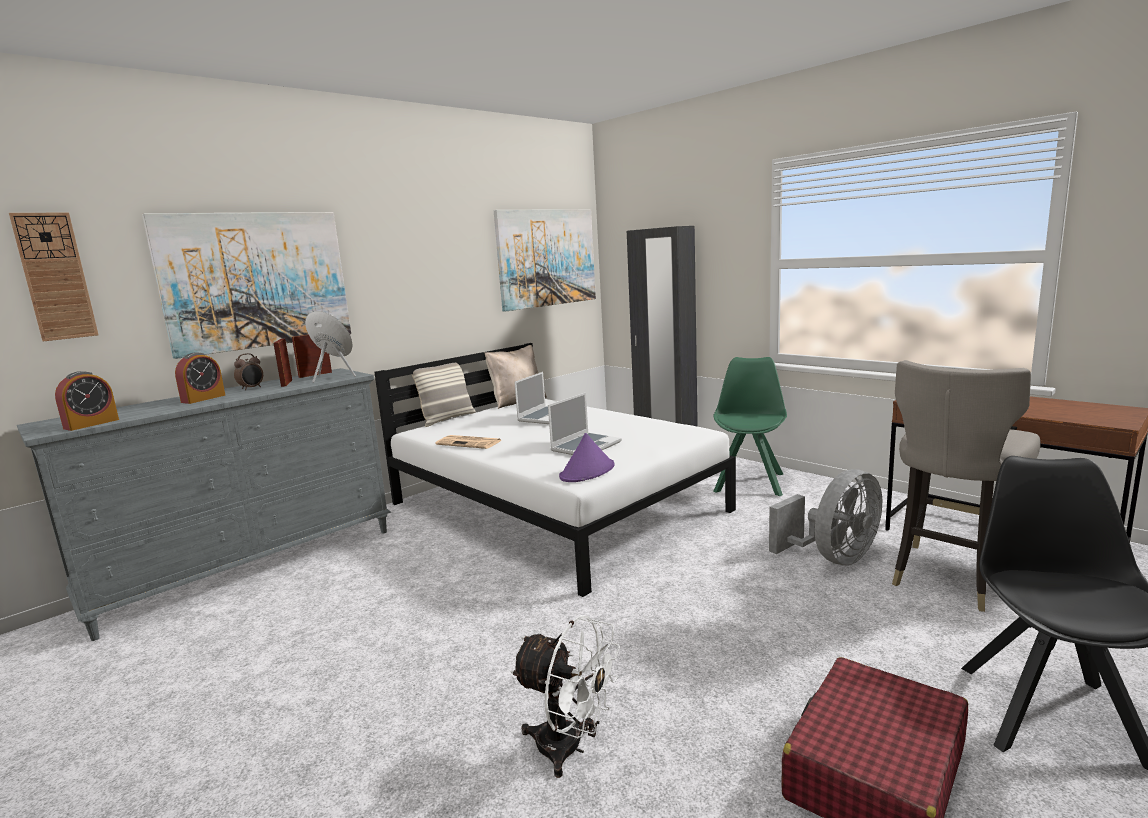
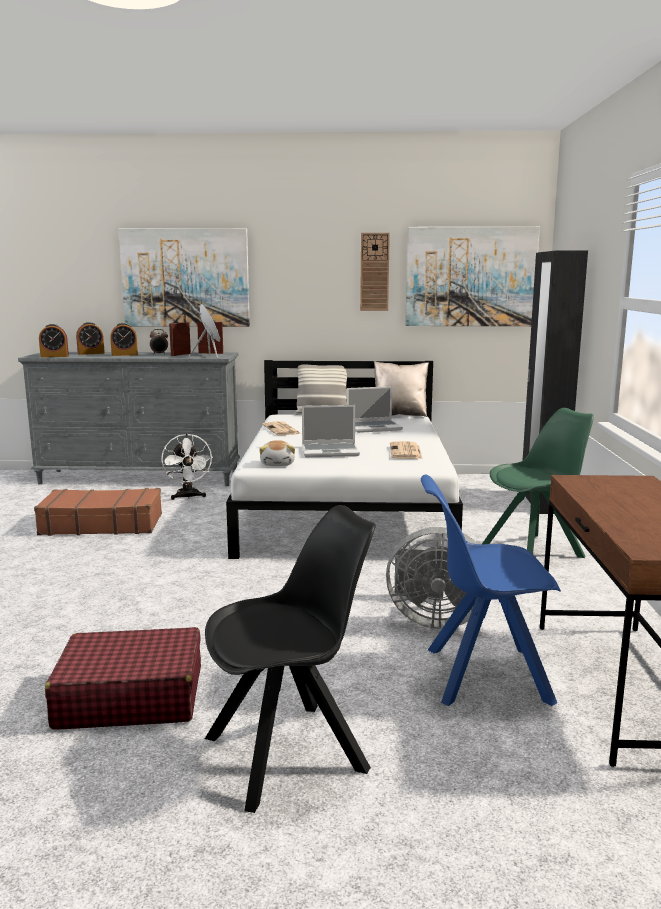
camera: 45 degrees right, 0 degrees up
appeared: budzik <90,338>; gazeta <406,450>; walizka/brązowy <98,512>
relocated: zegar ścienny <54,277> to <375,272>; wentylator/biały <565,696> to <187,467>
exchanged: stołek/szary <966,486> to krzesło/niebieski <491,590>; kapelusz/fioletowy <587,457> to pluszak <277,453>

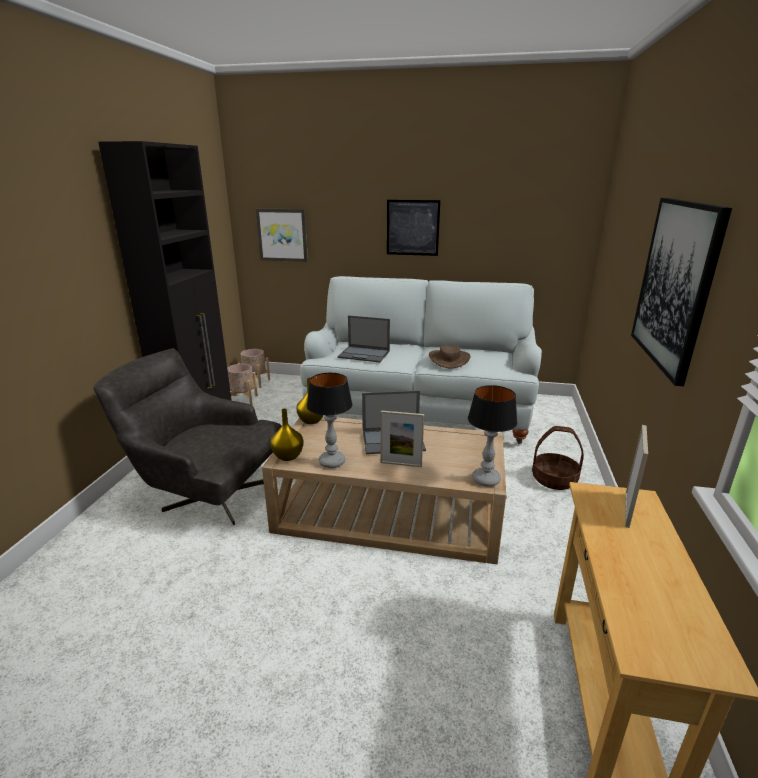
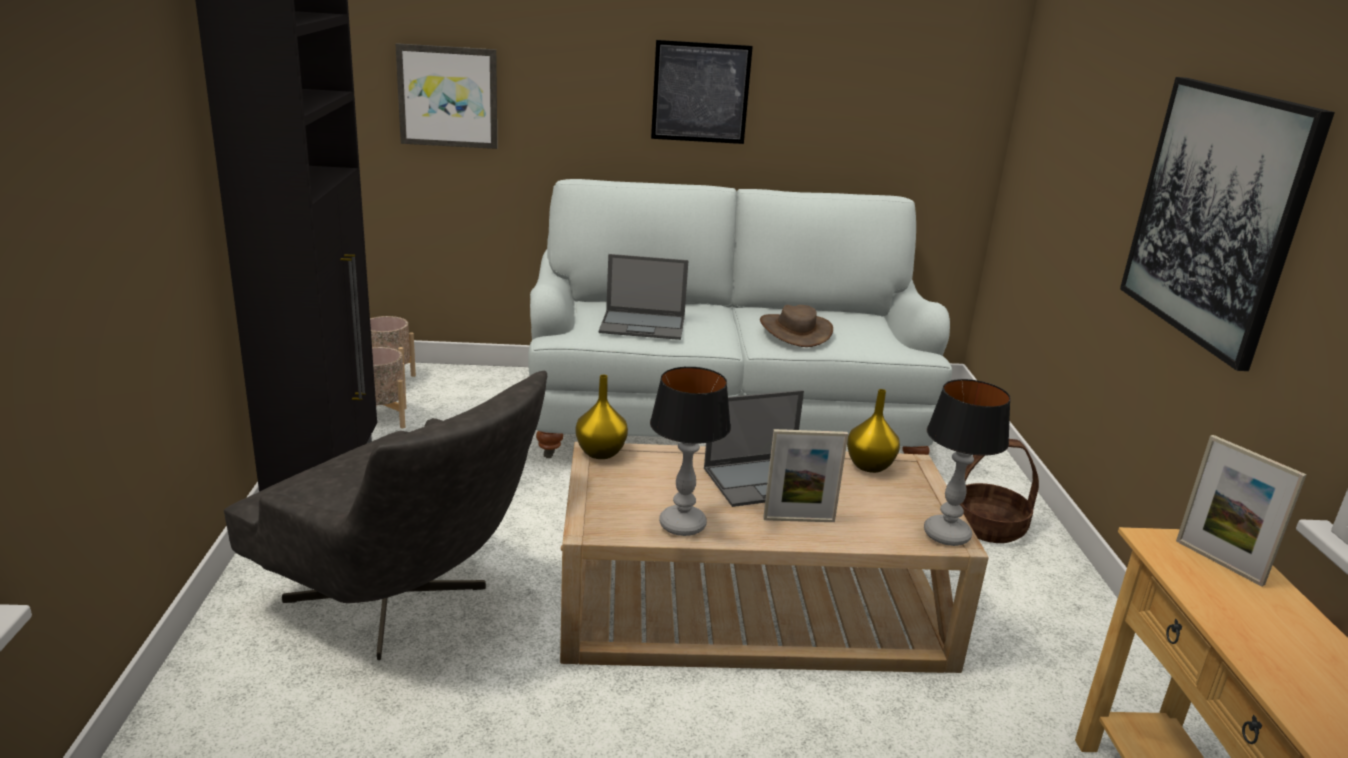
camera: 15 degrees left, 0 degrees up
relocated: wazon/żółty <287,434> to <873,431>
spun: fotel/szary <187,436> = <385,515> 150 degrees counterclockwise; ramka na zdjęcie <636,476> = <1241,510> 135 degrees clockwise

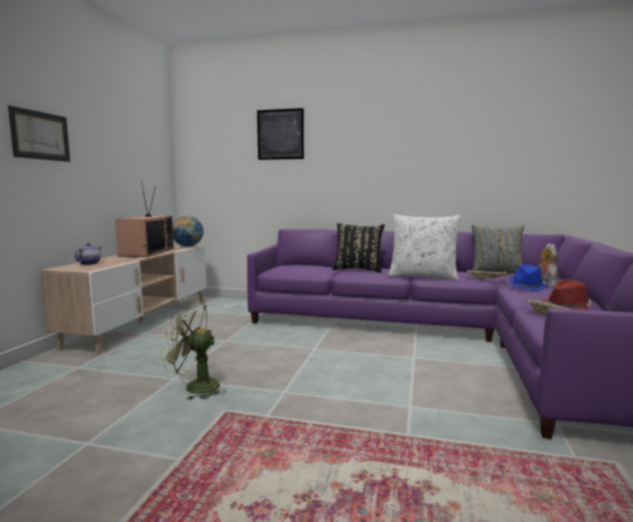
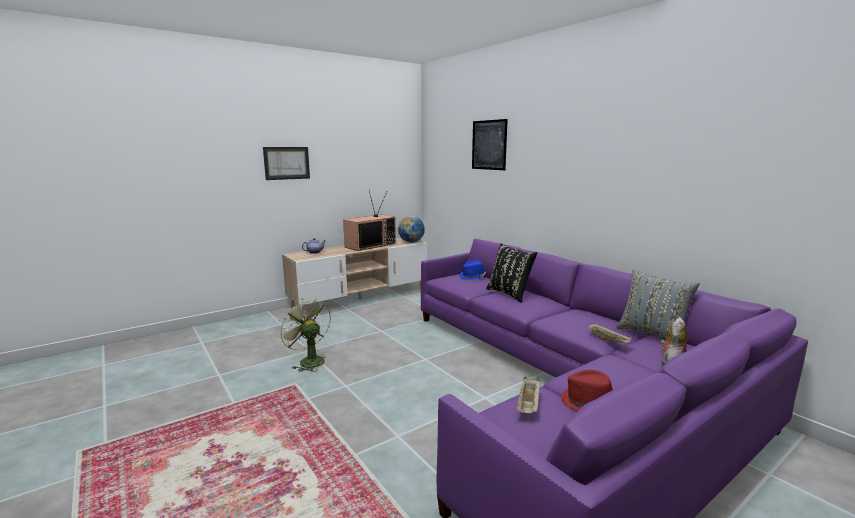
camera: 40 degrees right, 5 degrees up
missing: poduszka/biały <424,247>
relocated: kapelusz/niebieski <528,277> to <472,270>

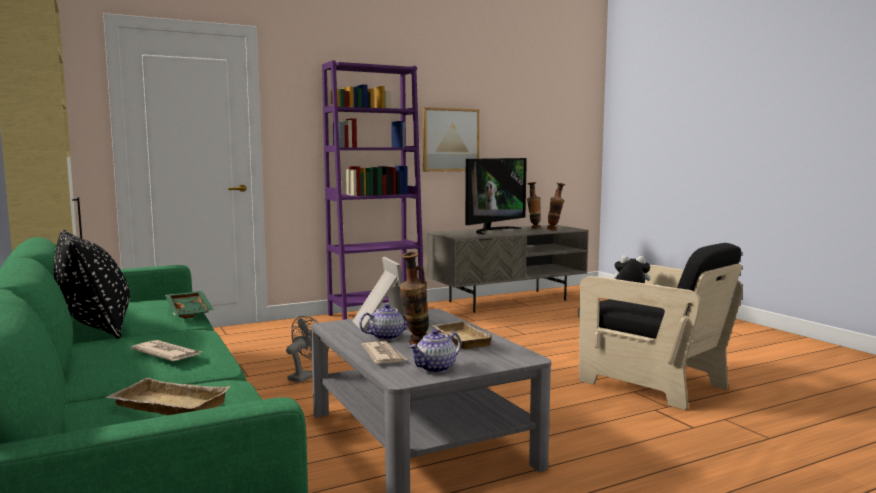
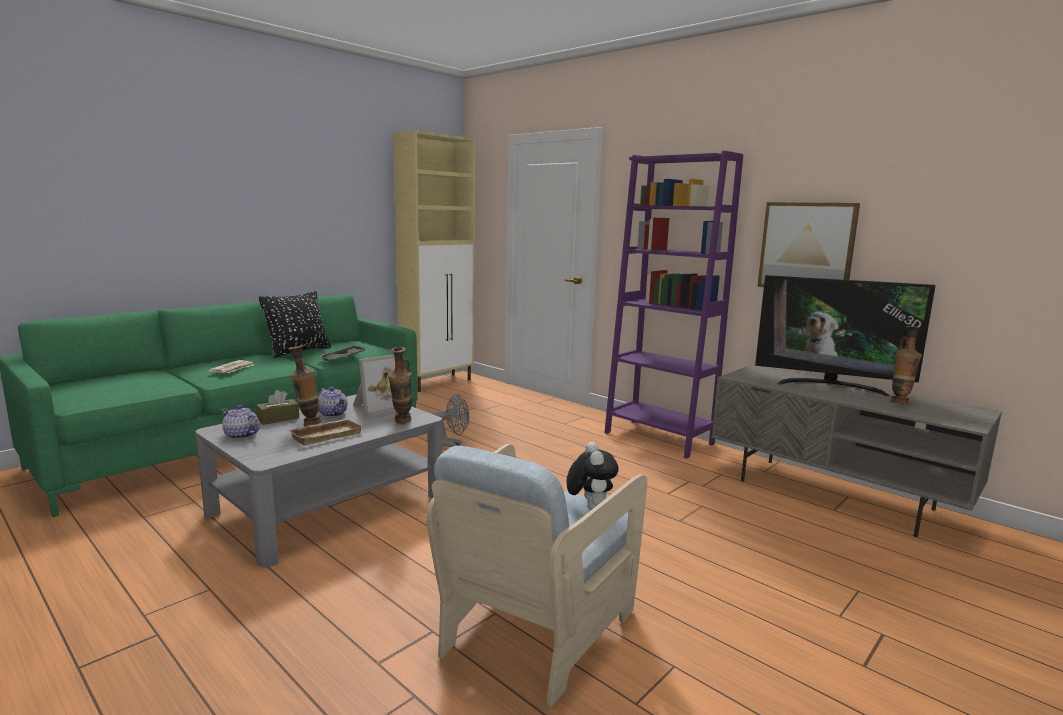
camera: 70 degrees right, 5 degrees up
missing: taca/beżowy <167,396>
relocated: wazon <556,207> to <400,385>
exchanged: gazeta <384,352> to pudełko chusteczek/brązowy <277,407>
colour: fotel/czarny <660,326> to fotel/beżowy <536,575>

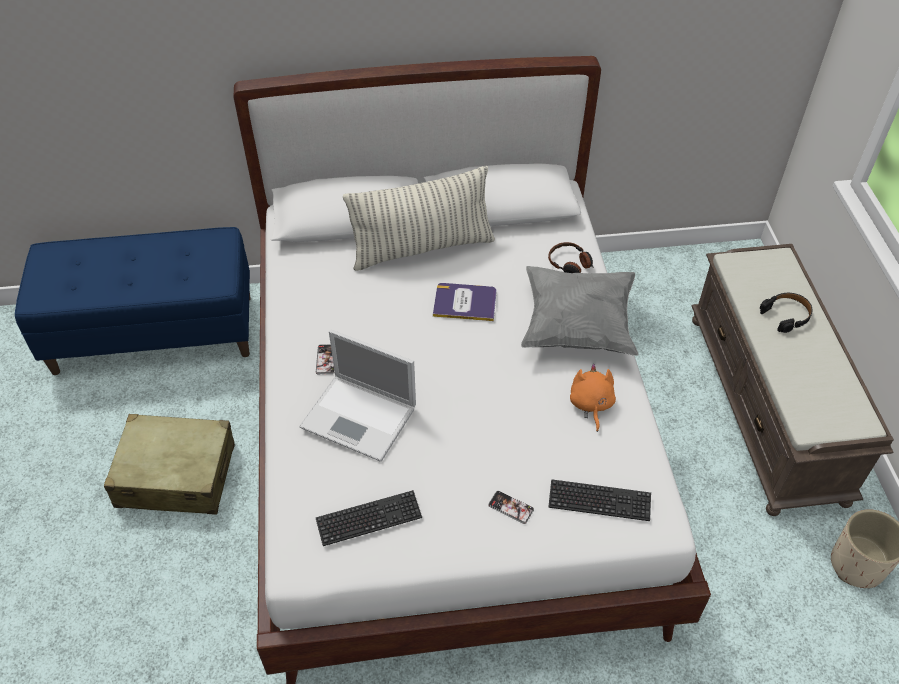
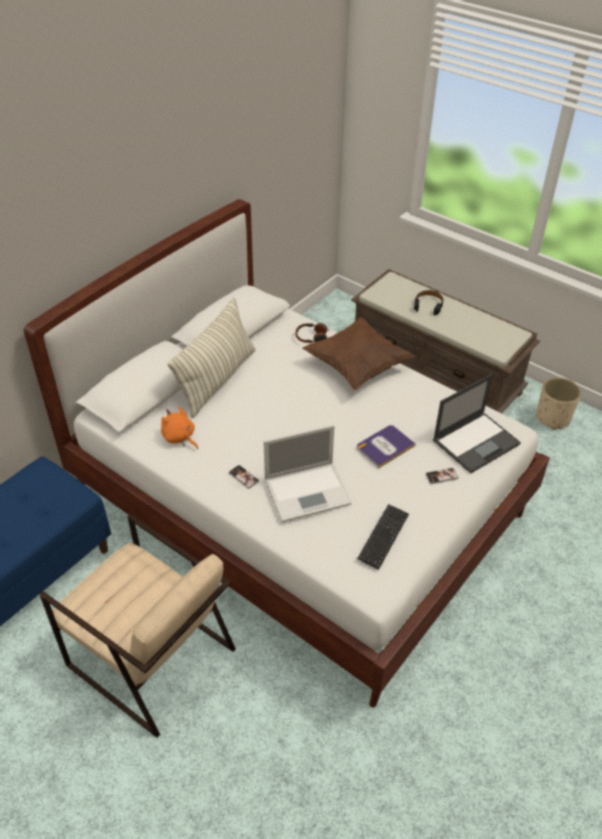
camera: 45 degrees left, 5 degrees down
relocated: książka <465,302> to <386,446>; pluszak/pomarańczowy <593,397> to <179,428>
exchanged: walizka/beżowy <169,464> to fotel/beżowy <137,626>; klawiatura <599,500> to laptop <477,424>
colour: poduszka/szary <579,311> to poduszka/brązowy <359,353>

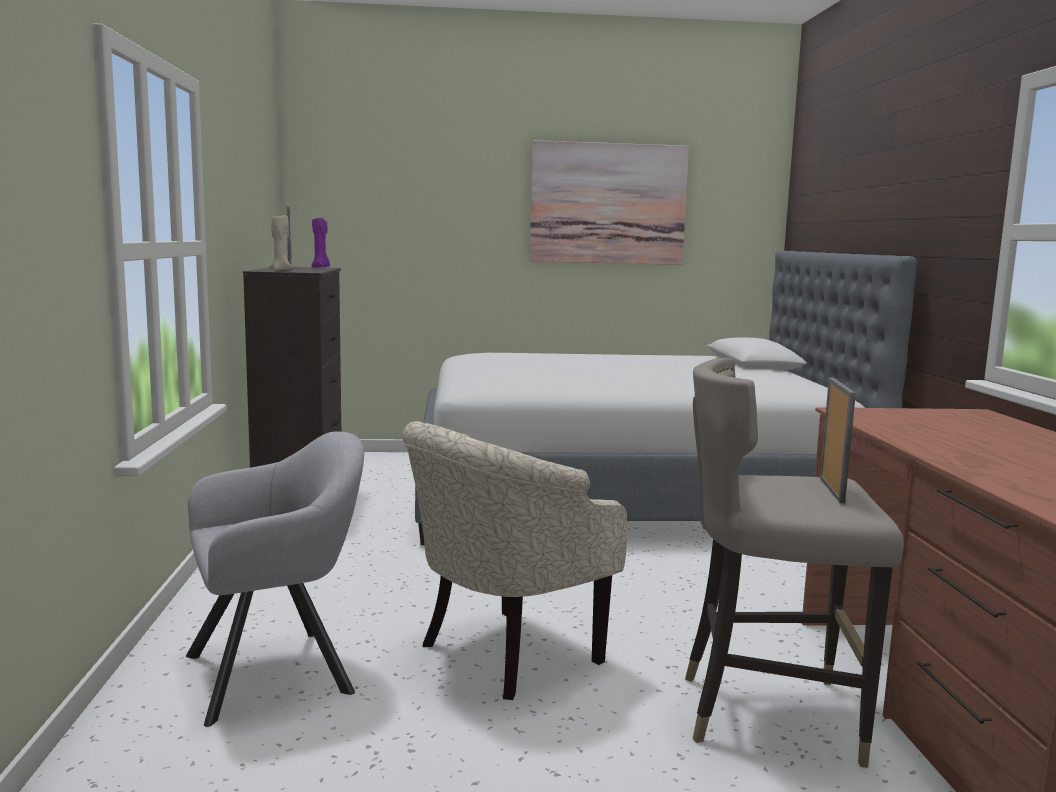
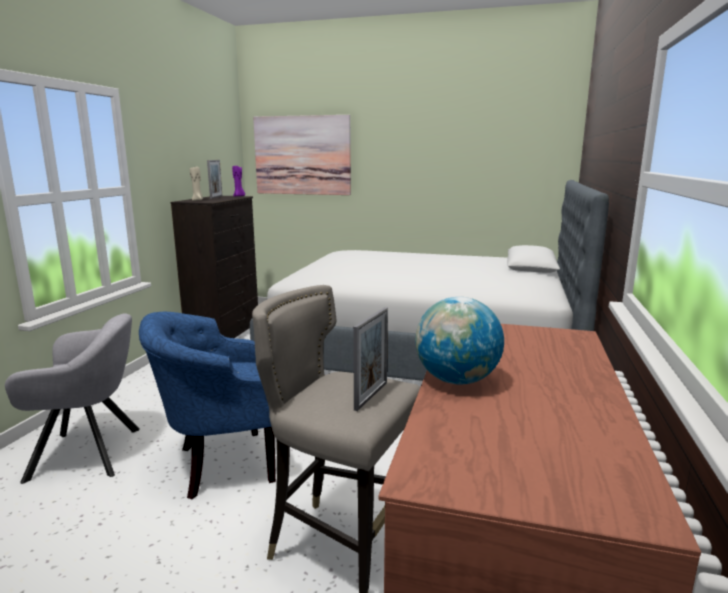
camera: 20 degrees right, 5 degrees up
appeared: globus <459,340>
relocated: obraz <609,202> to <302,155>
colour: fotel/beżowy <514,560> to fotel/niebieski <207,406>

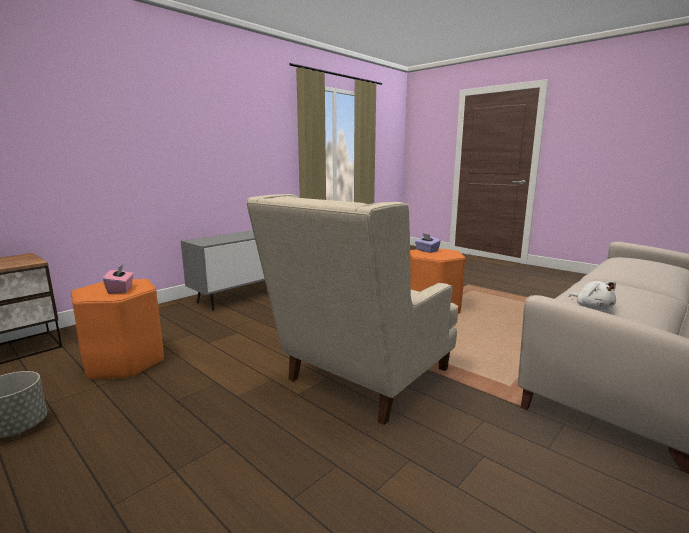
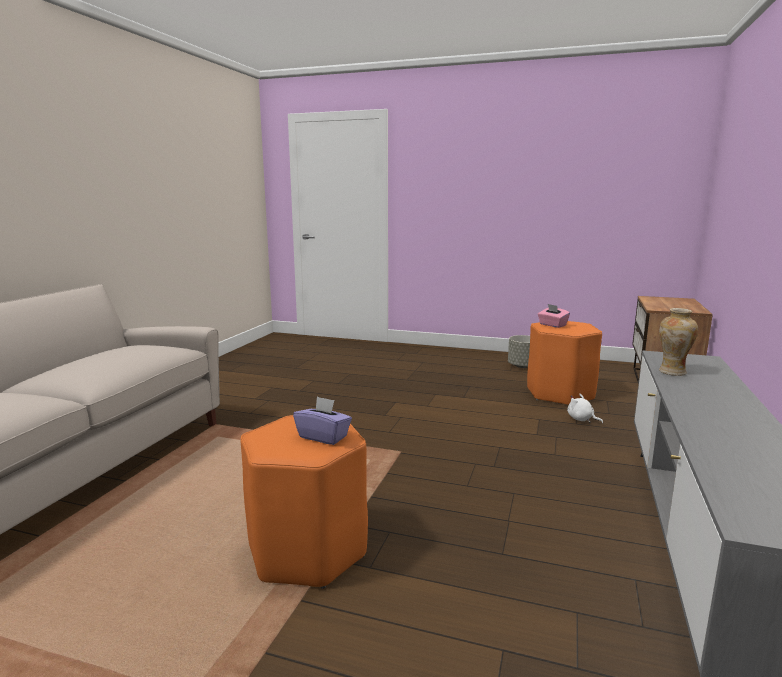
camera: 155 degrees right, 0 degrees up
missing: fotel/beżowy <353,309>
appeared: wazon <678,342>
relocated: pluszak/biały <592,295> to <585,409>

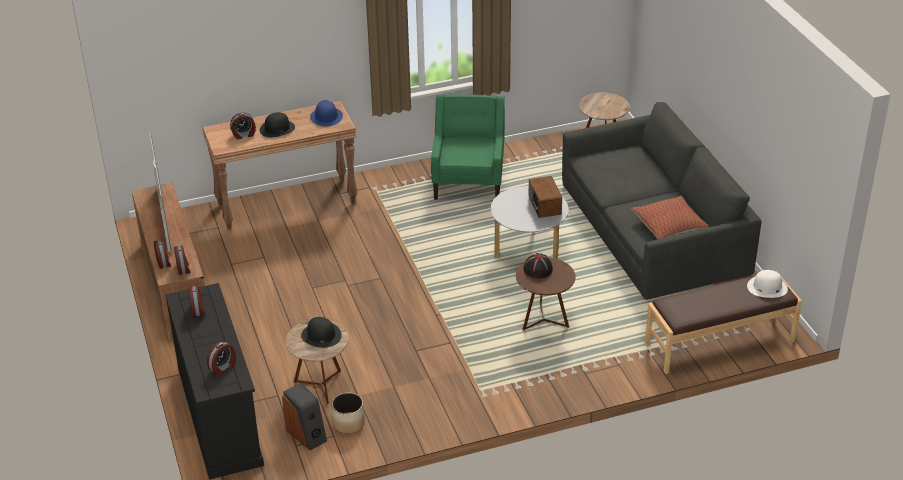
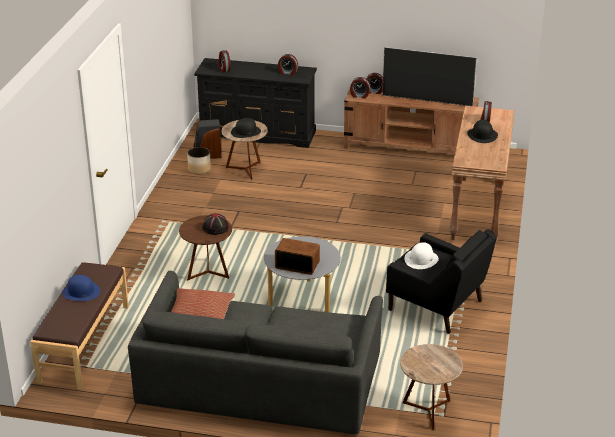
camera: 120 degrees right, 5 degrees down
relocated: kapelusz/niebieski <326,113> to <81,288>; kapelusz/biały <767,284> to <421,255>
colour: fotel/zielony <468,147> to fotel/czarny <441,281>

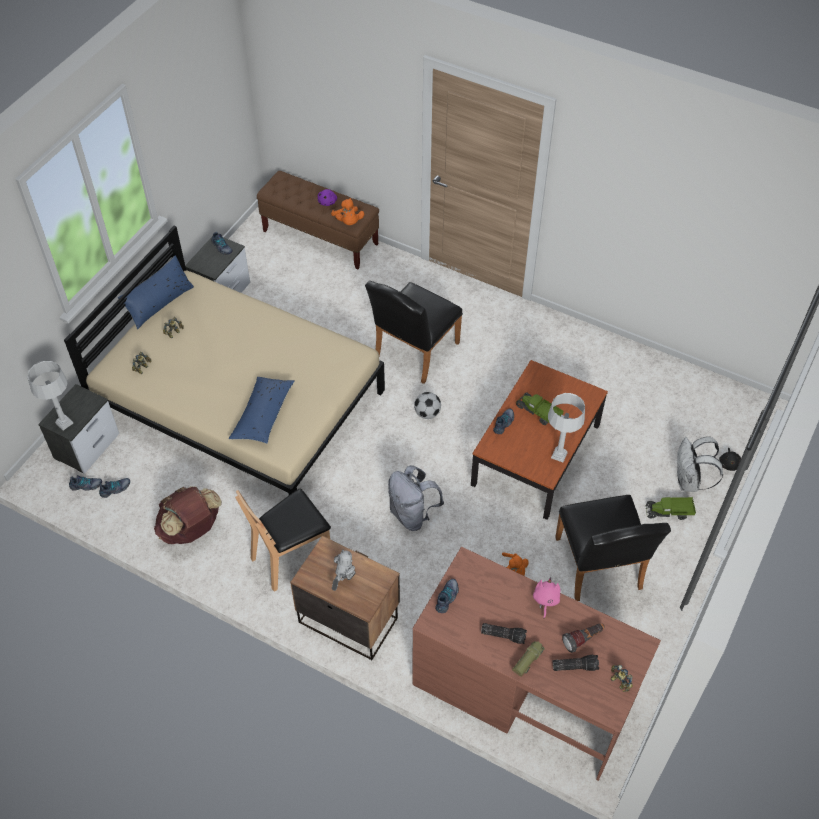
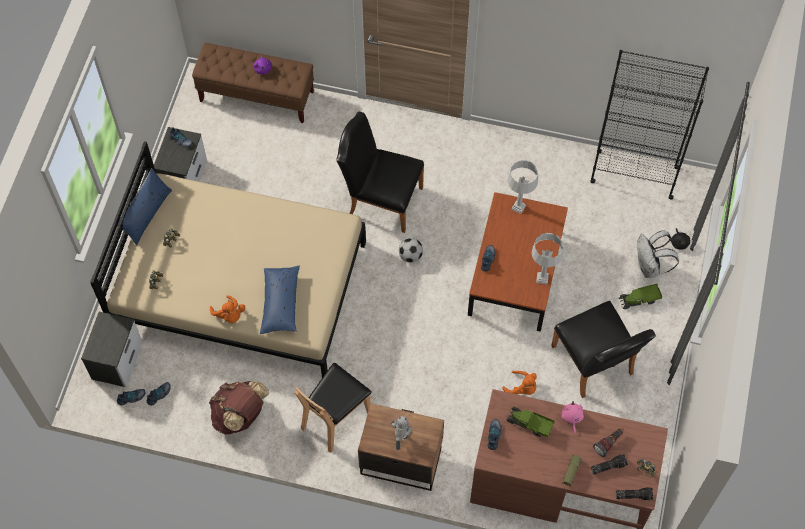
camera: 15 degrees left, 10 degrees up
missing: plecak/szary <416,498>
appeared: regał/czarny <649,125>
relocated: pluszak/pomarańczowy <347,211> to <227,309>; lampa stołowa/szary <50,395> to <522,187>; ciężarówka zabawkowa <539,408> to <530,422>; latarka <504,633> to <634,493>
spun: krzesło/czarny <414,332> = <380,172> 90 degrees clockwise

